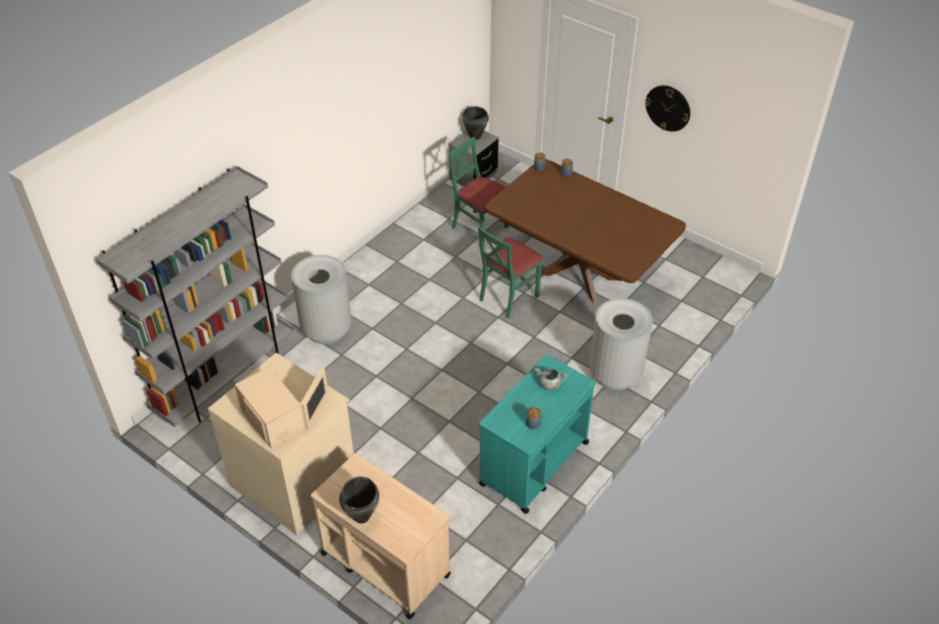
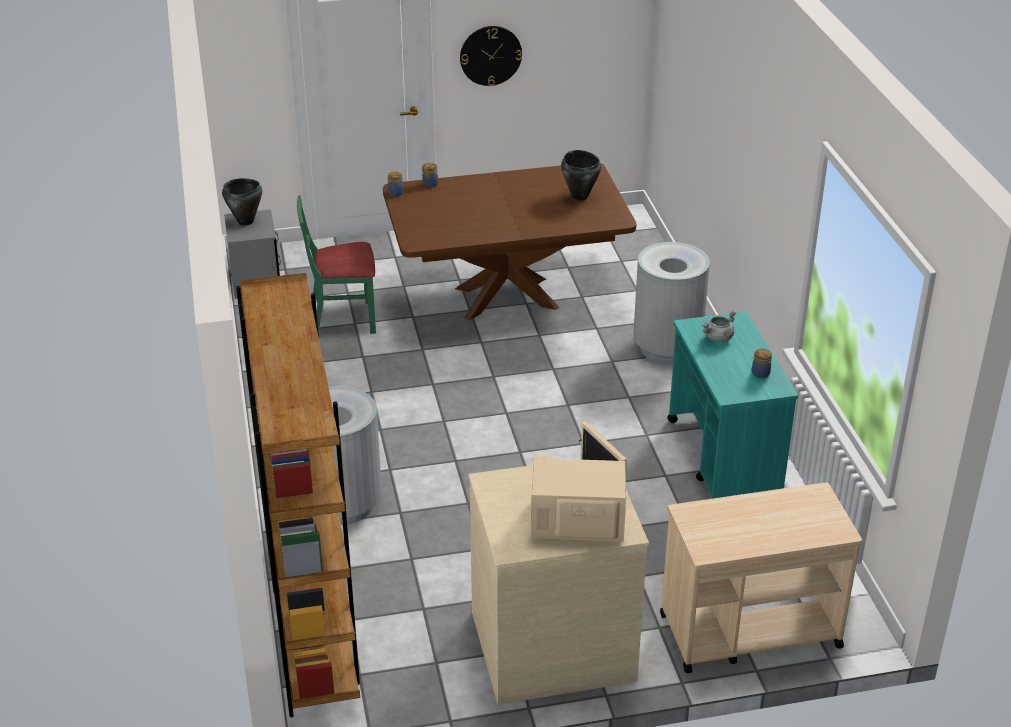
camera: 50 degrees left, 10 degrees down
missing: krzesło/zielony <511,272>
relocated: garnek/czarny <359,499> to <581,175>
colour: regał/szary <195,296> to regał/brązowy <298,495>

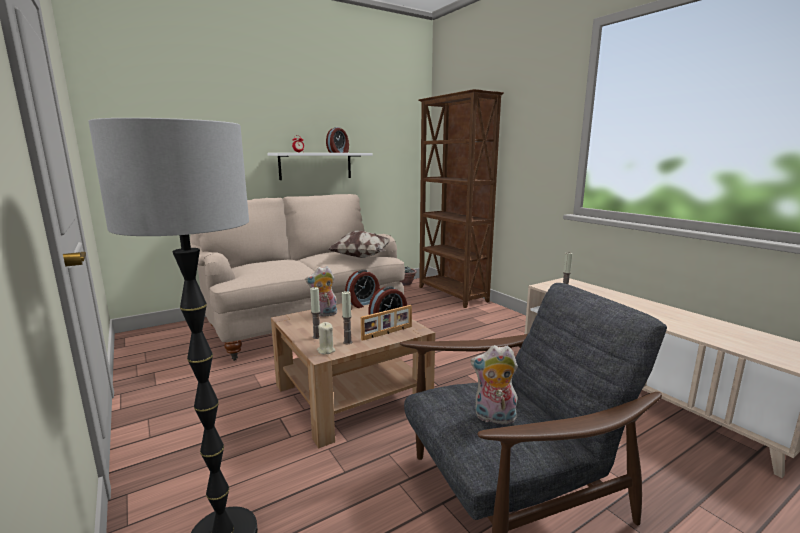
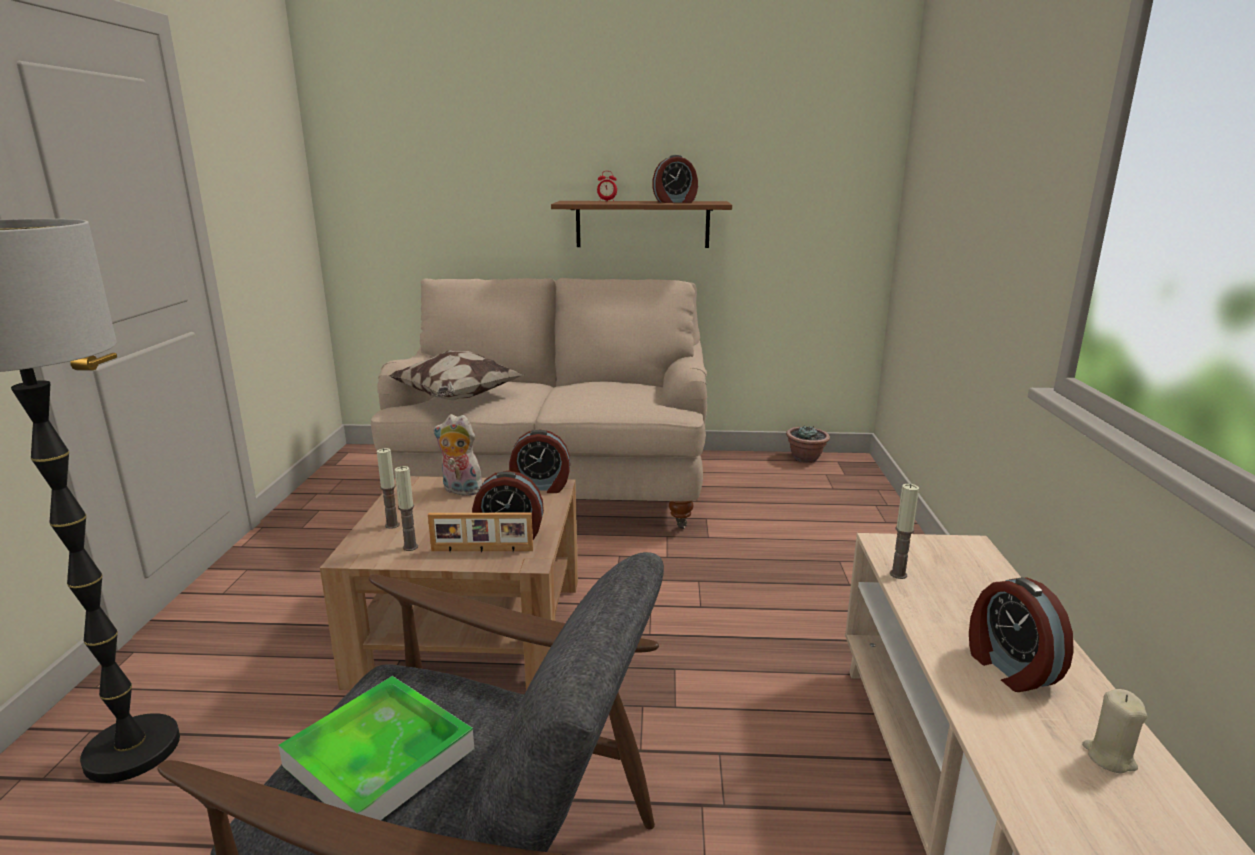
camera: 35 degrees right, 5 degrees up
missing: regał/brązowy <461,198>
appeared: budzik <1021,634>
relocated: poduszka <359,244> to <456,375>; świeca/beżowy <326,338> to <1114,731>
exchanged: pluszak <494,385> to taca <376,748>
colour: półka/biały <319,166> to półka/brązowy <641,224>

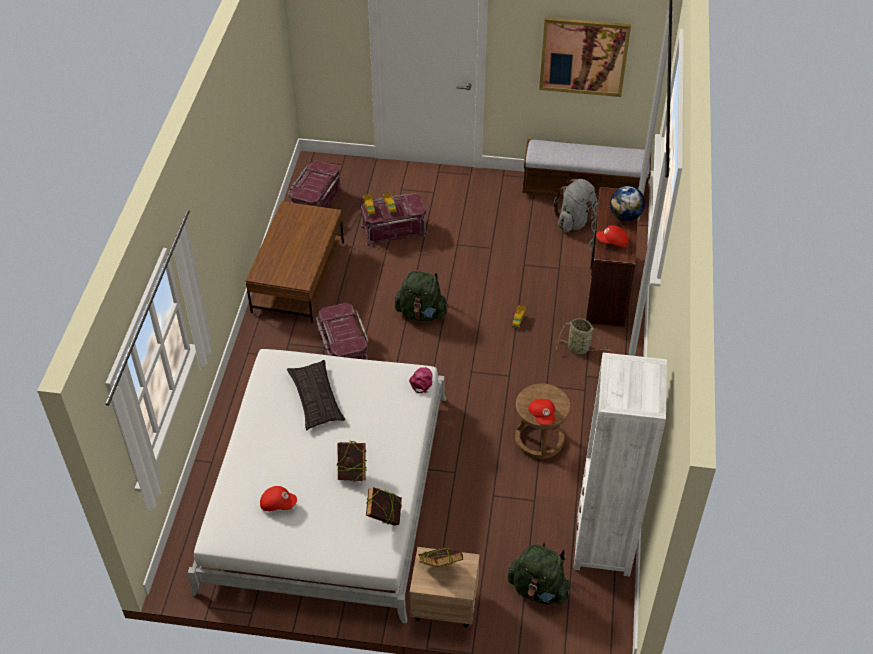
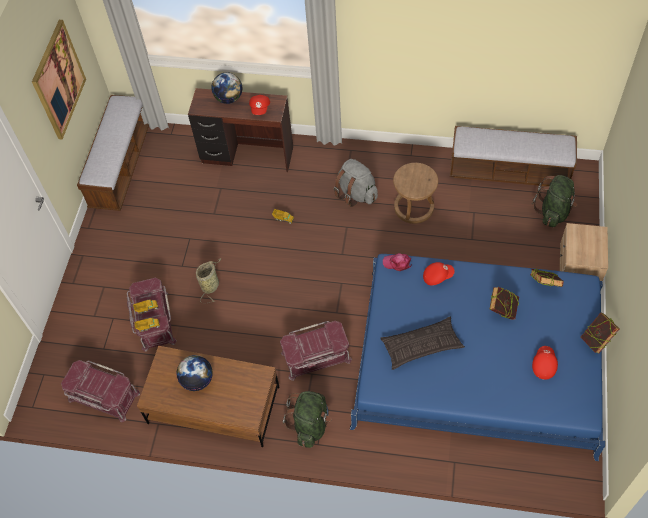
camera: 85 degrees left, 10 degrees up
appeared: globus <194,373>
relocated: plecak/szary <575,205> to <356,183>; plecak/zielony <421,295> to <306,419>; koszyk <584,336> to <208,280>; czapka z daszkiem/czerwony <541,412> to <439,273>; książka <440,557> to <599,333>
exchanged: regał/biały <620,465> to ławka <513,156>
colour: łóżko/biały <317,486> to łóżko/niebieski <477,357>

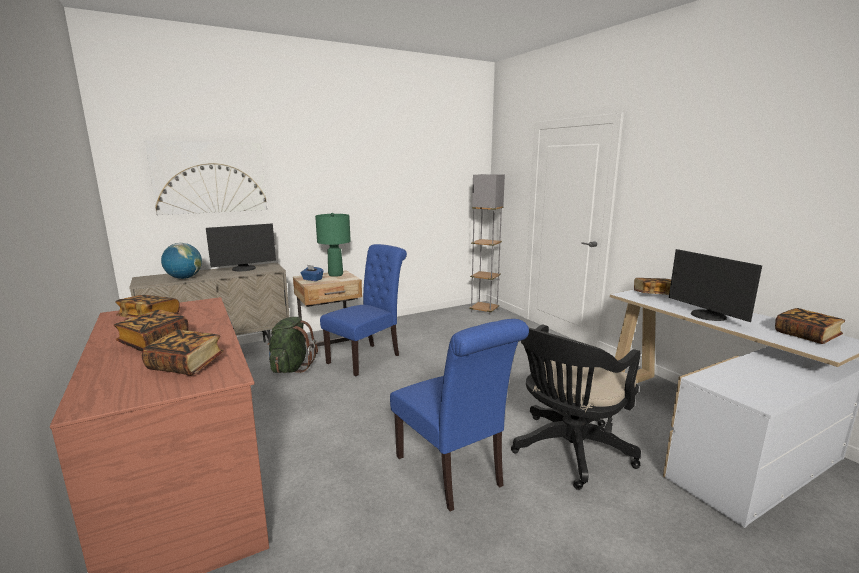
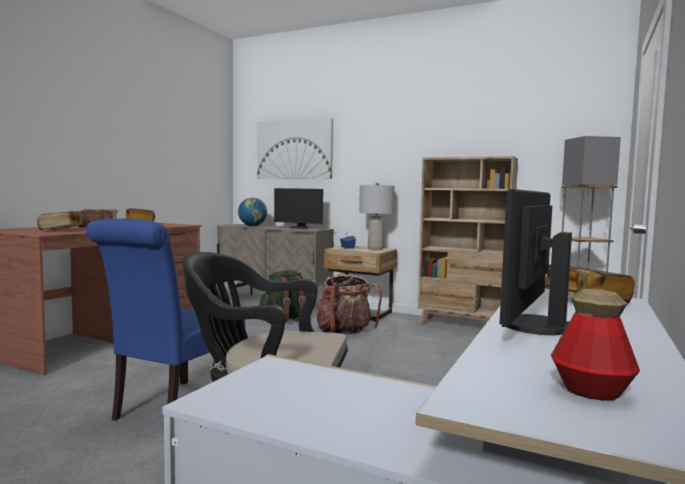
camera: 55 degrees right, 10 degrees down
appeared: regał/beżowy <467,241>
exchanged: krzesło/niebieski <363,310> to plecak <349,304>; książka <810,326> to butelka <595,345>
colour: lampa stołowa/zielony <333,245> to lampa stołowa/szary <377,216>

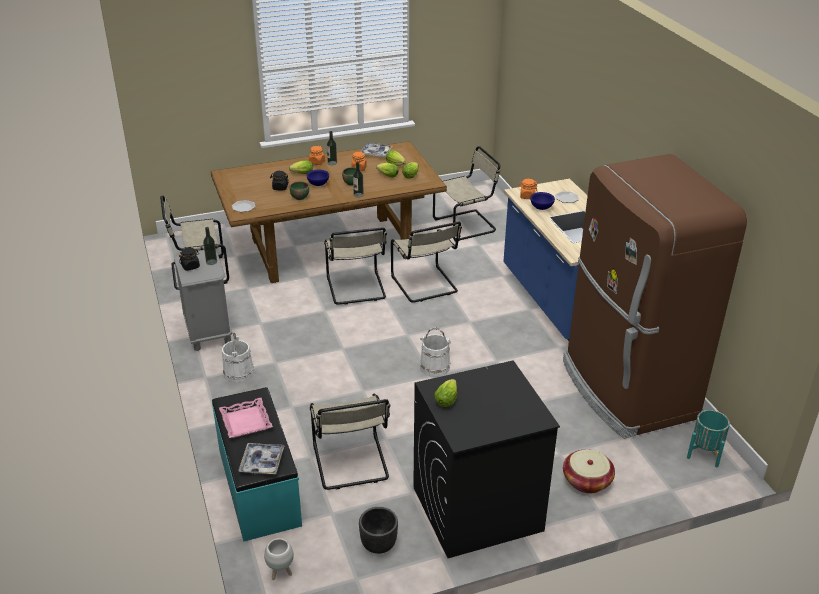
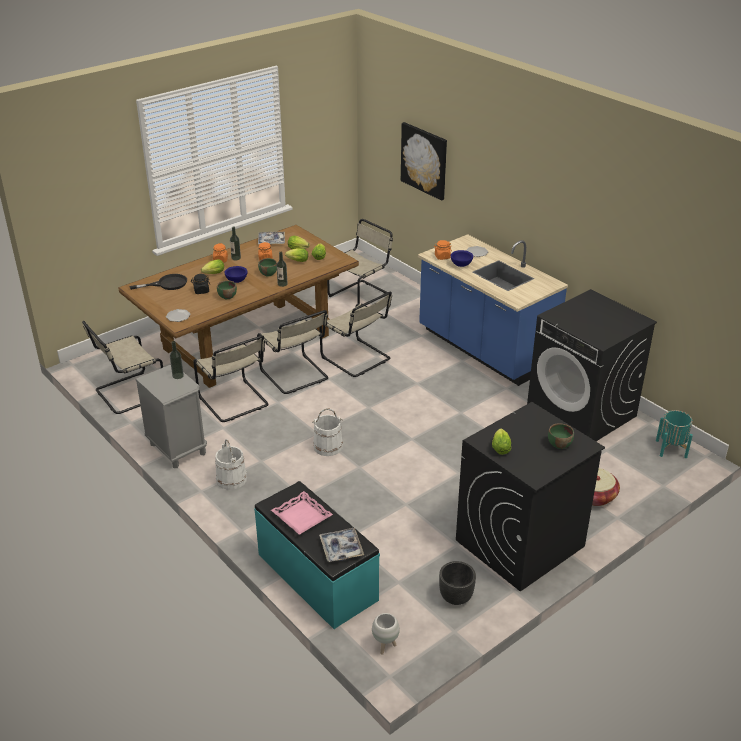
camera: 20 degrees left, 0 degrees up
missing: słoik/czarny <189,259>
appeared: obraz <424,161>; patelnia/czarny <158,282>; miska/zielony <561,436>
relocated: wiadro/biały <436,352> to <327,432>; krzesło/beżowy <350,442> to <231,378>
exchanged: lodówka/brązowy <655,296> to pralka/czarny <592,365>

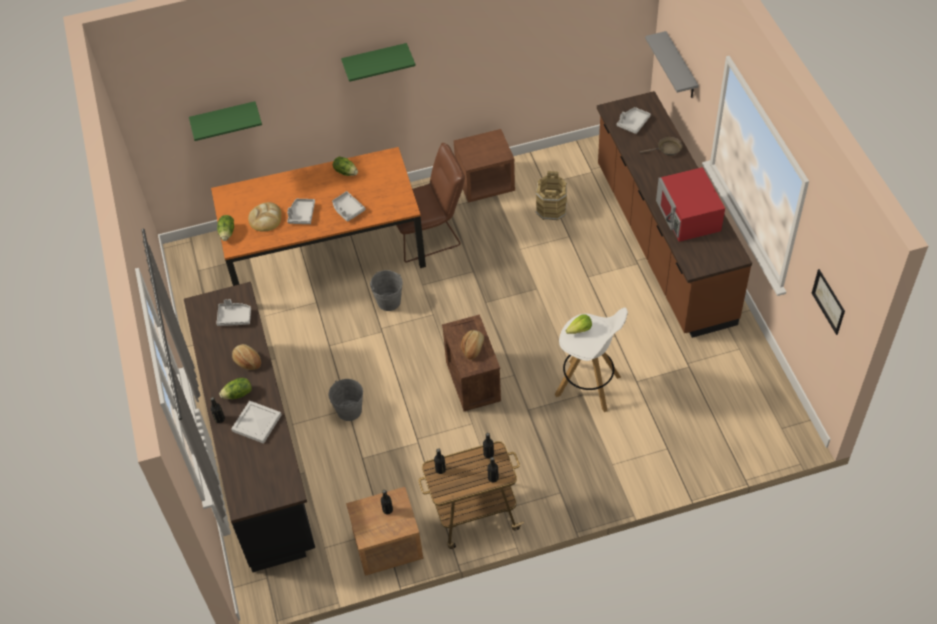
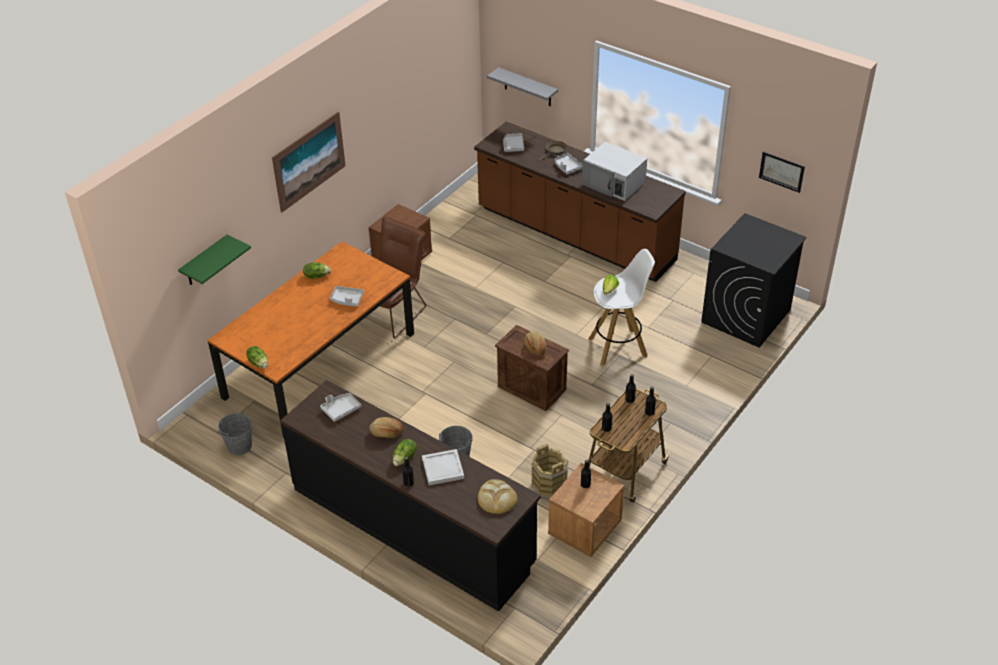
camera: 40 degrees left, 10 degrees down
appeared: pralka/czarny <754,280>
relocated: wiadro/brązowy <551,195> to <550,471>; taca/szary <301,211> to <569,163>; chleb <265,217> to <497,496>; wiadro/szary <386,290> to <235,433>
exchanged: półka/zielony <378,62> to obraz <309,162>
colour: mikrofalówka/czerwony <690,204> to mikrofalówka/biały <614,171>

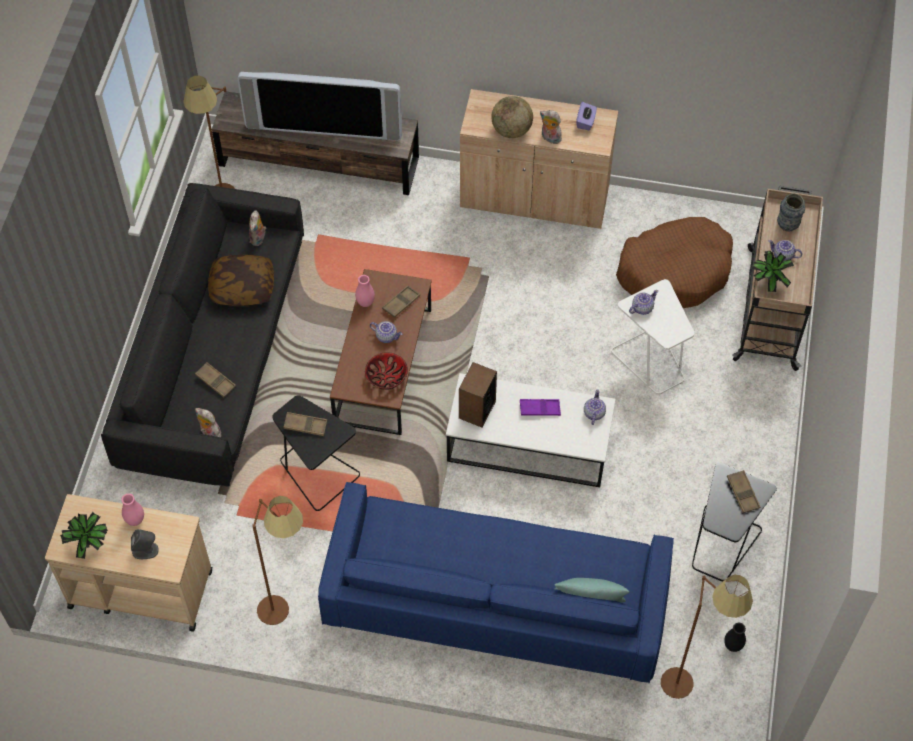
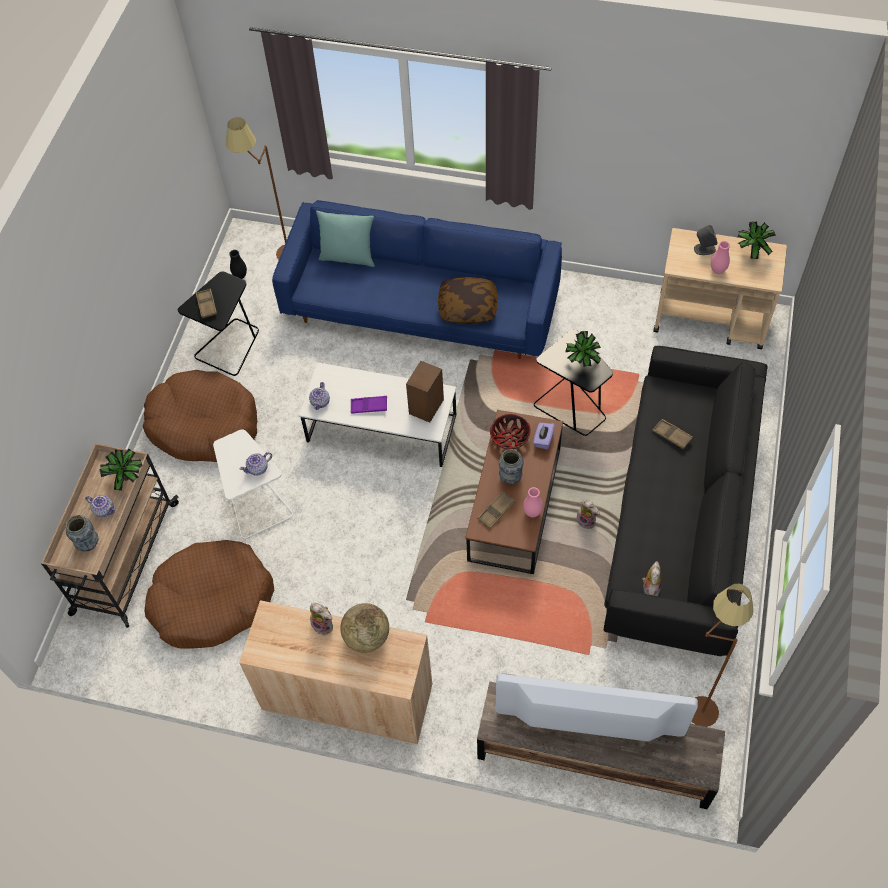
camera: 175 degrees left, 0 degrees up
missing: lampa stojąca/brązowy <277,560>
appeared: legowisko/brązowy <200,416>
relocated: pudełko chusteczek/fioletowy <586,116> to <544,436>; poduszka <241,280> to <468,300>; pluszak <208,422> to <588,514>
exchanged: imbryk <386,332> to wazon <511,466>; taca/brązowy <305,424> to roślina doniczkowa <583,349>

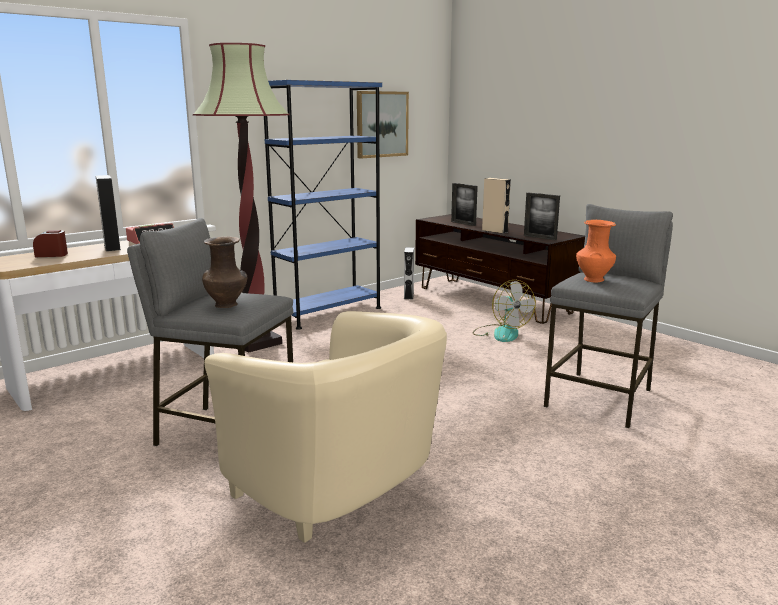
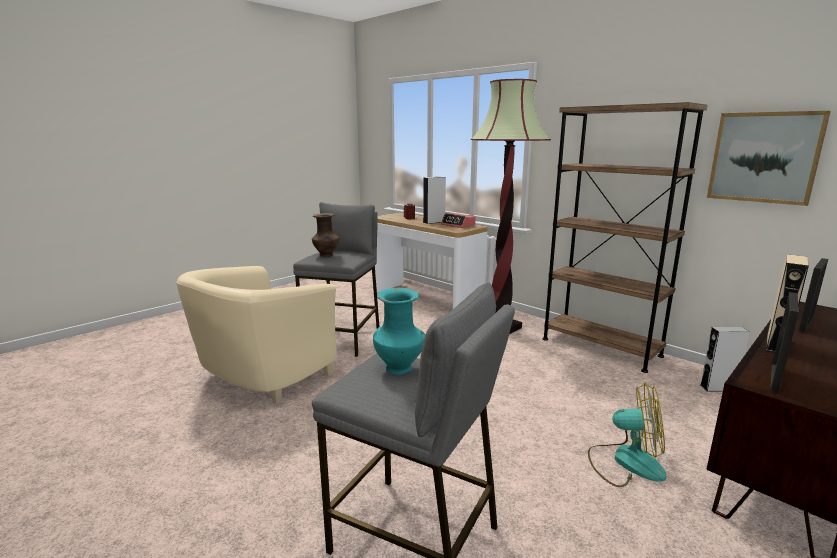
camera: 85 degrees right, 0 degrees up
colour: regał/niebieski <323,205> to regał/brązowy <625,237>; wazon/pomarańczowy <596,251> to wazon/turkusowy <399,331>
spun: wentylator <504,311> = <627,435> 135 degrees counterclockwise

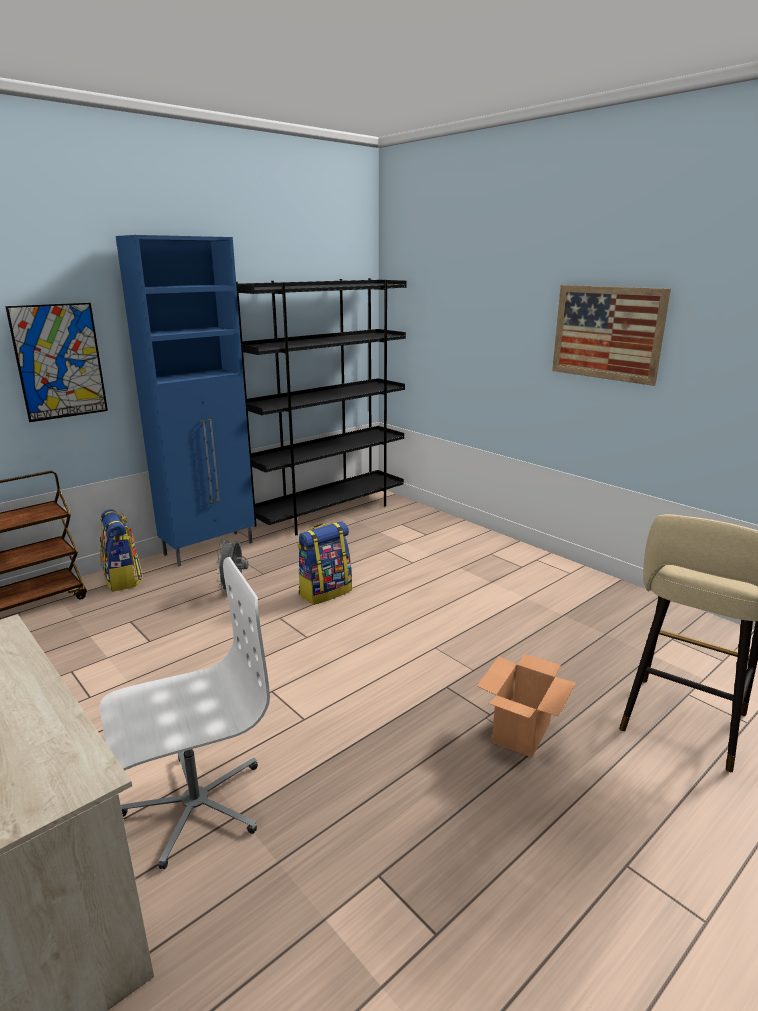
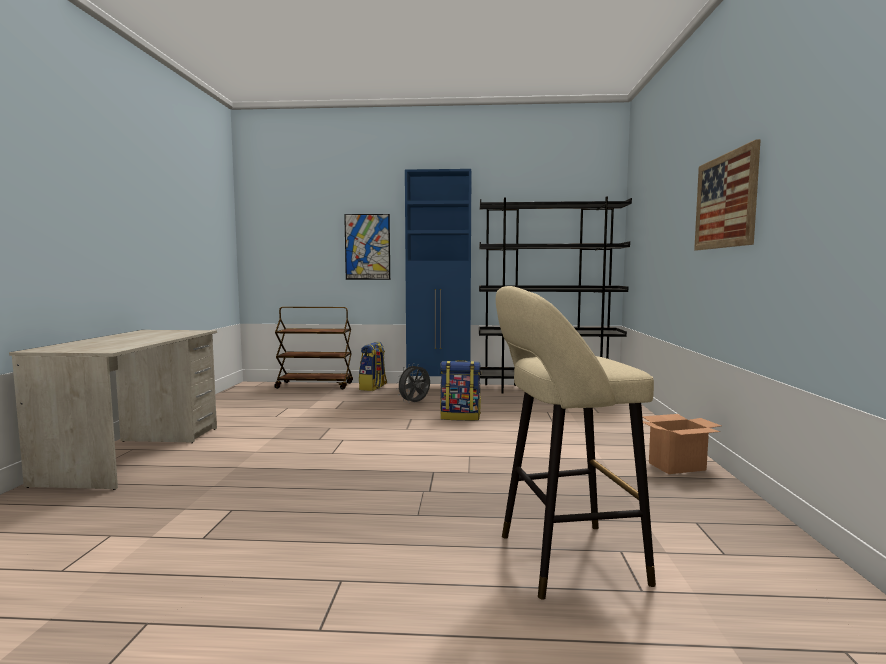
camera: 45 degrees right, 15 degrees down
missing: krzesło biurowe/biały <184,713>
relocated: karton <526,706> to <681,444>

